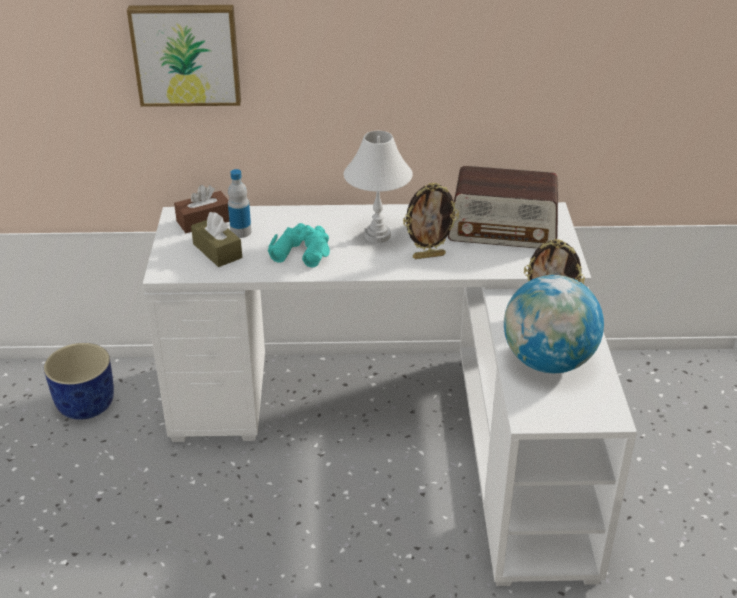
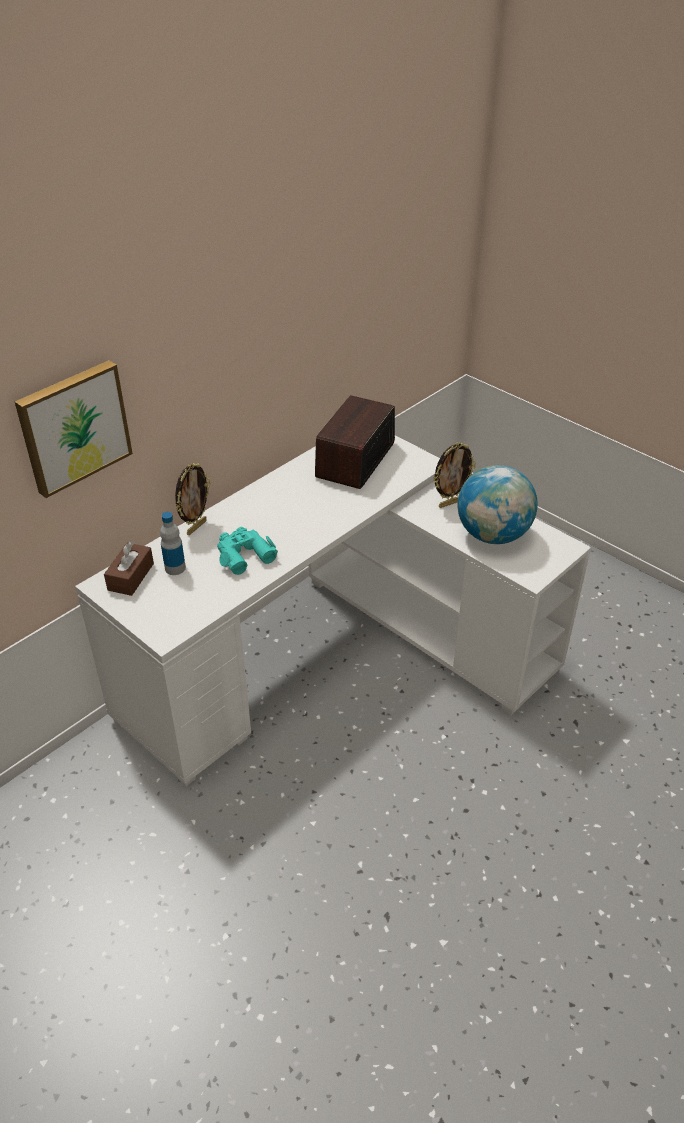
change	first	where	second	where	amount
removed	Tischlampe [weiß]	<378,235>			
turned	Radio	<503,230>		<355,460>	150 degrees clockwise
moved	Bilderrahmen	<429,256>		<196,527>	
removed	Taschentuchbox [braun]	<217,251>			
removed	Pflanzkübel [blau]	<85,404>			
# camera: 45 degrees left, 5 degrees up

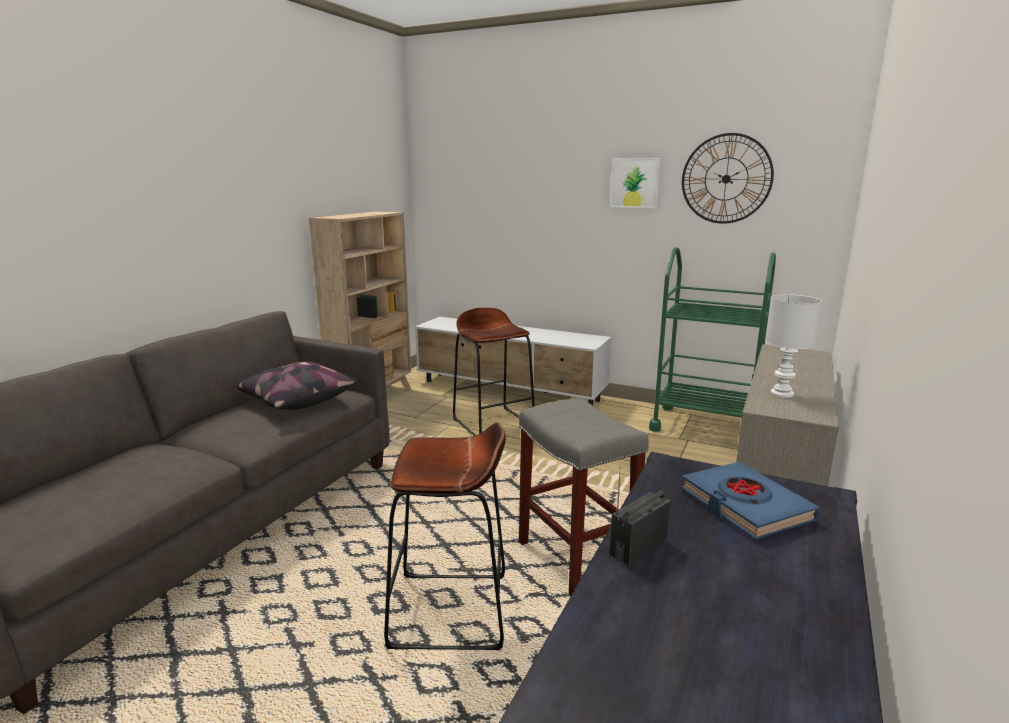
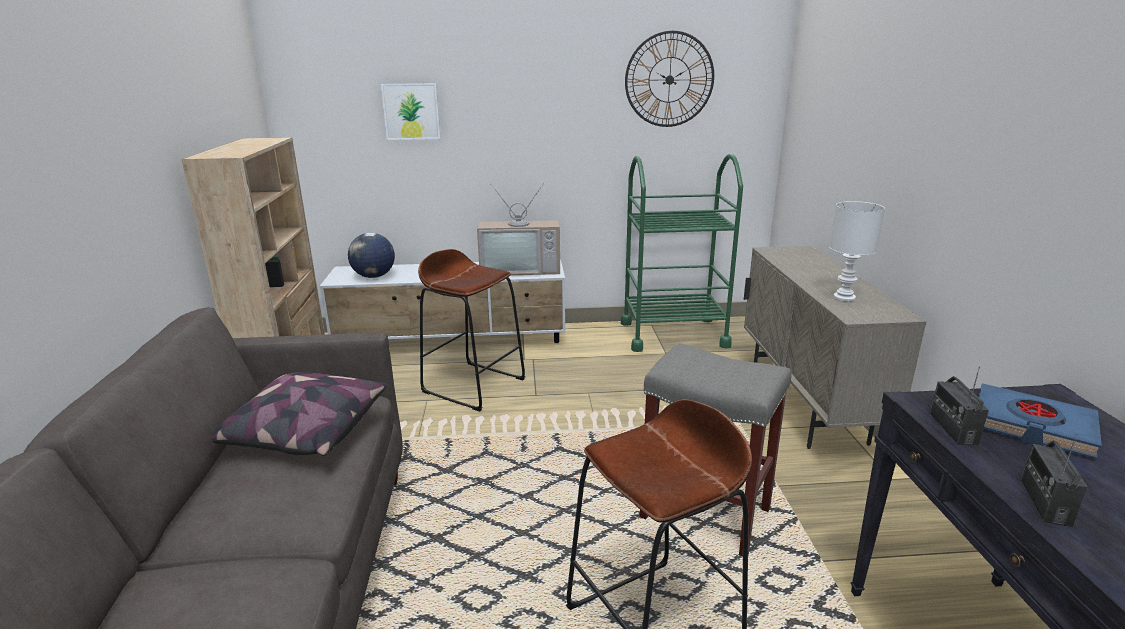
change	first	where	second	where	amount
moved	Bild	<635,183>		<411,111>	
added			Fernseher	<521,269>	
added			Globus	<373,276>	
added			Radio	<952,429>	
# camera: 30 degrees left, 5 degrees up

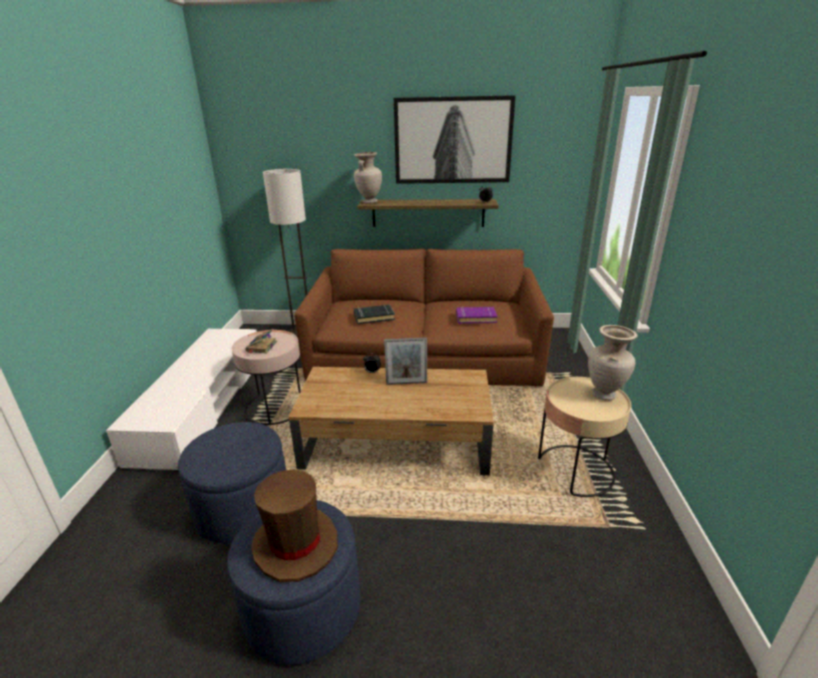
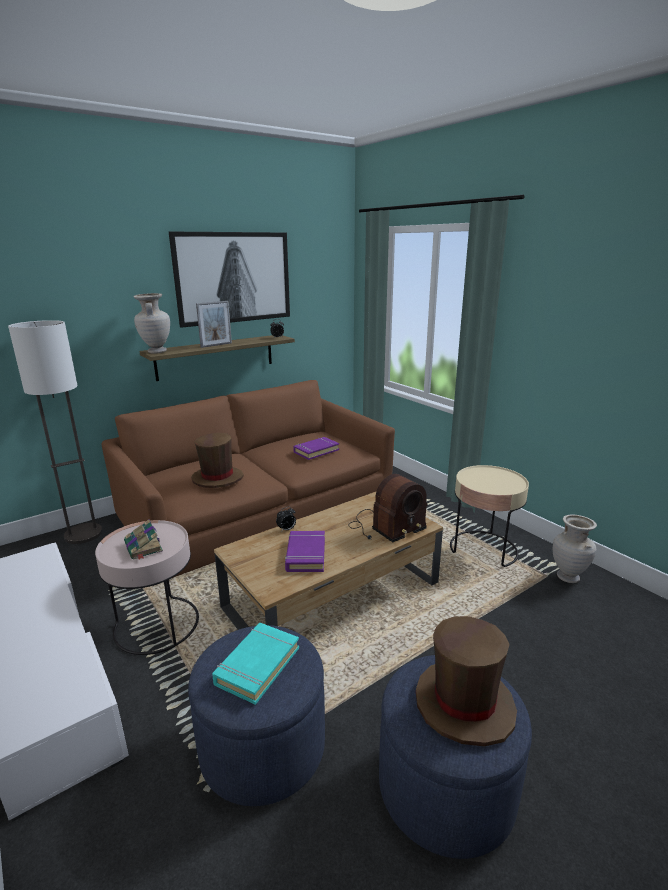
change	first	where	second	where	amount
replaced	Buch [schwarz]	<374,317>	Hut [braun]	<217,478>	
moved	Vase [beige]	<604,395>		<568,577>	
moved	Bilderrahmen	<406,383>		<216,345>	
added			Radio	<385,527>	
added			Buch [lila]	<305,555>	
added			Buch [türkis]	<257,665>	
# camera: 40 degrees left, 5 degrees down

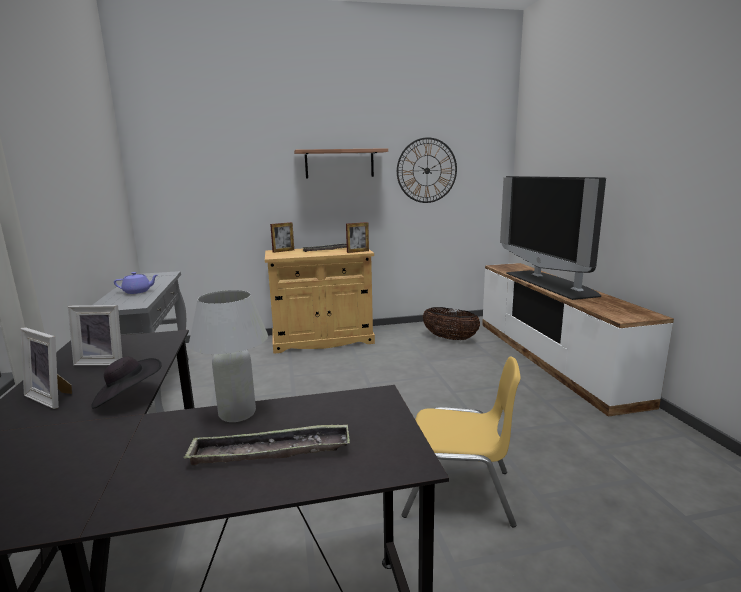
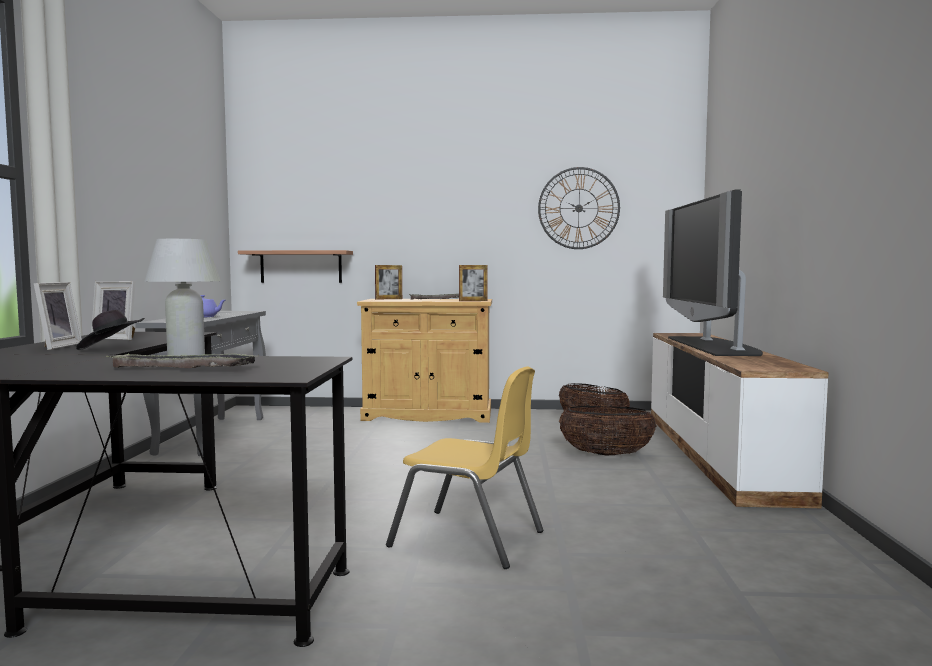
change	first	where	second	where	amount
moved	Wandregal	<339,164>		<301,266>	
turned	Bilderrahmen	<53,397>		<55,346>	135 degrees counterclockwise
added			Korb	<606,454>	
# camera: 15 degrees right, 10 degrees down

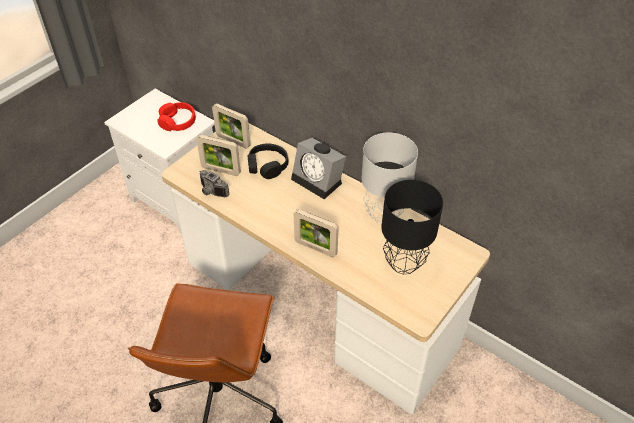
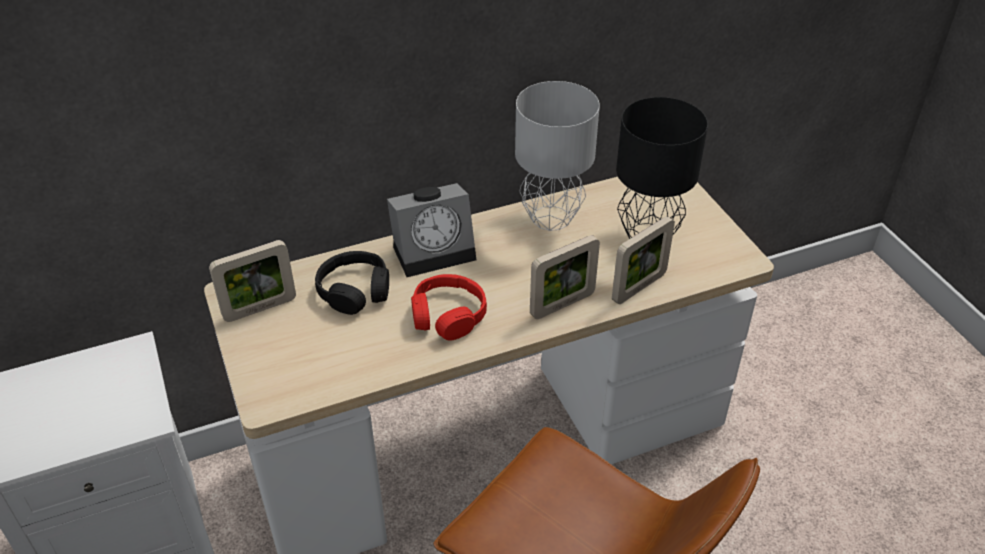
change	first	where	second	where	amount
moved	Kopfhörer [rot]	<177,122>		<448,315>	
moved	Bilderrahmen	<221,170>		<639,287>	
removed	Kamera	<211,192>			
# camera: 60 degrees left, 5 degrees down

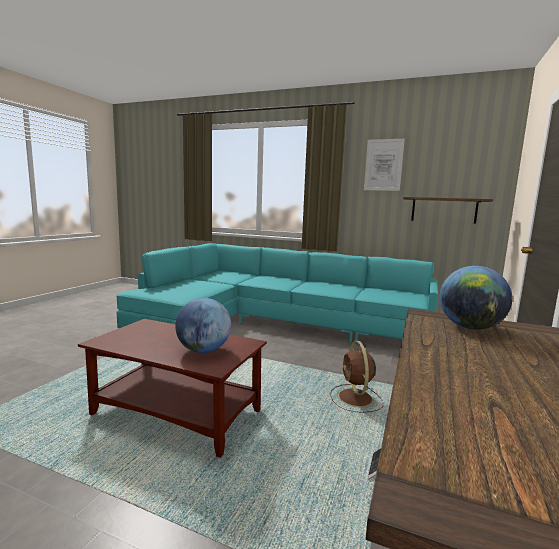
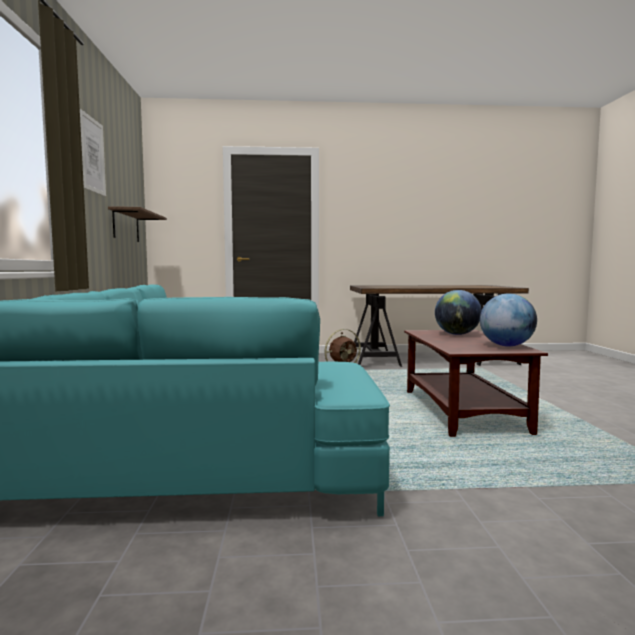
change	first	where	second	where	amount
moved	Globus	<470,327>		<506,346>	
# camera: 115 degrees left, 5 degrees down

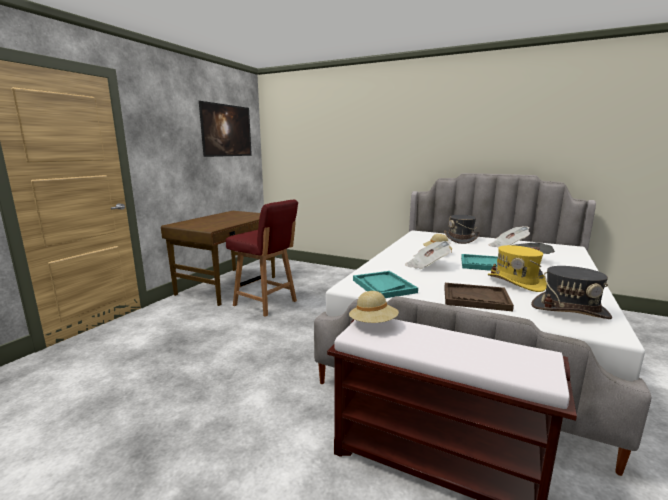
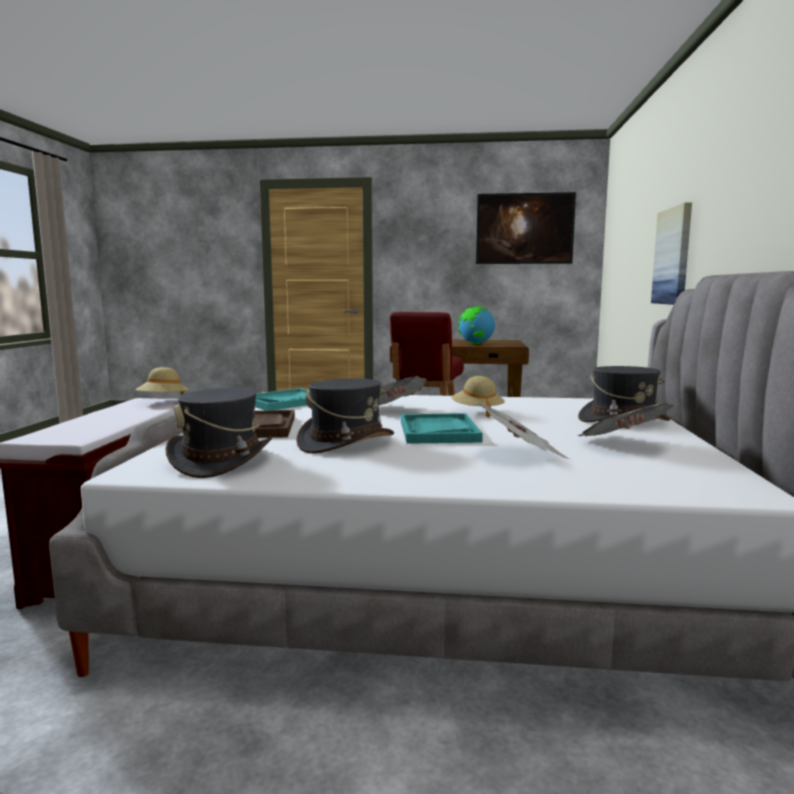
change	first	where	second	where	amount
recoloured	Hut [gelb]	<516,282>	Hut [grau]	<346,443>	
added			Bild	<673,256>	
added			Globus	<475,344>	
# camera: 70 degrees right, 5 degrees down

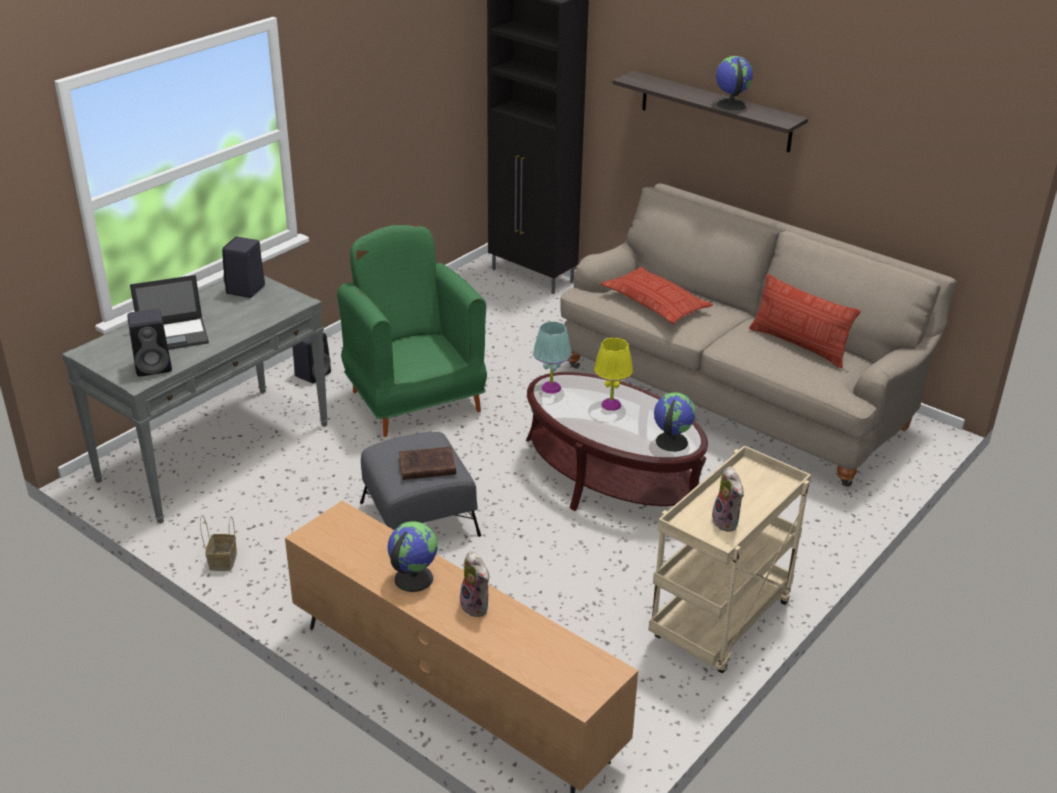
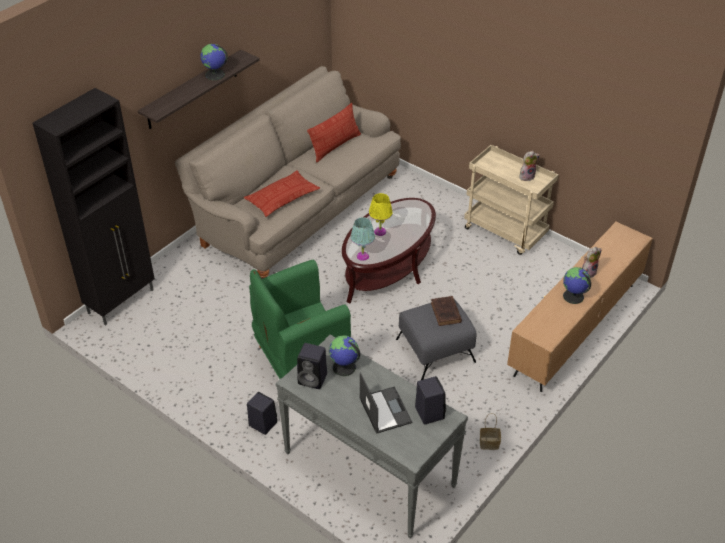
change	first	where	second	where	amount
moved	Globus	<671,442>		<344,367>	
# camera: 90 degrees left, 10 degrees up

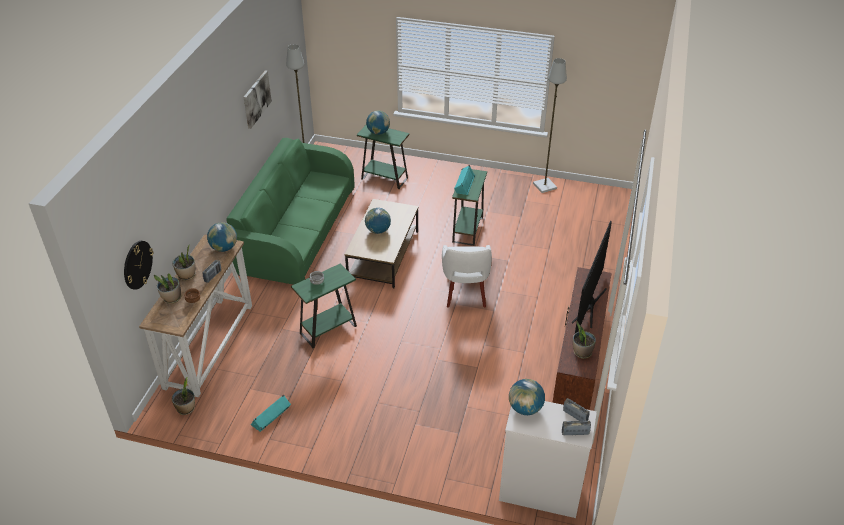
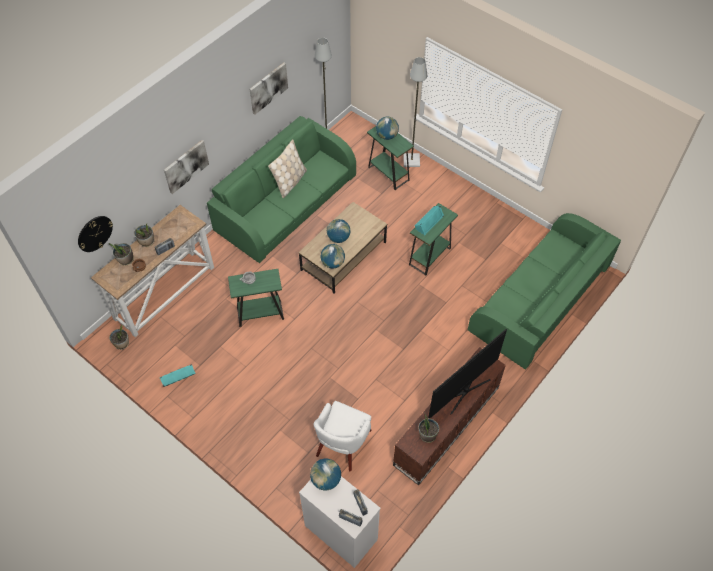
change	first	where	second	where	amount
moved	Stehlampe [grau]	<545,186>		<412,161>	
moved	Globus	<224,248>		<333,263>	
moved	Sessel [weiß]	<465,291>		<342,444>	
added			Kissen [beige]	<290,182>	
added			Bild	<186,166>	
added			Sofa [grün]	<540,301>	
# camera: 25 degrees right, 15 degrees up

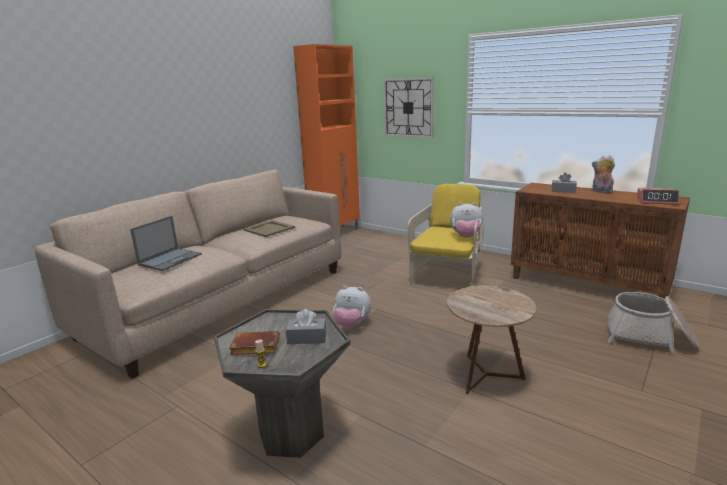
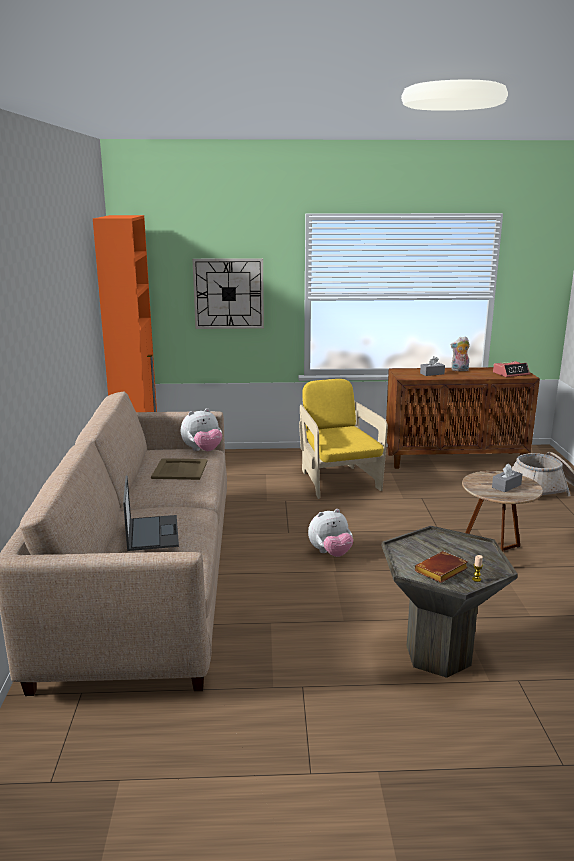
change	first	where	second	where	amount
moved	Plüschtier	<466,237>		<203,451>	
moved	Taschentuchbox [grau]	<307,338>		<506,486>	
# camera: 40 degrees left, 0 degrees up

